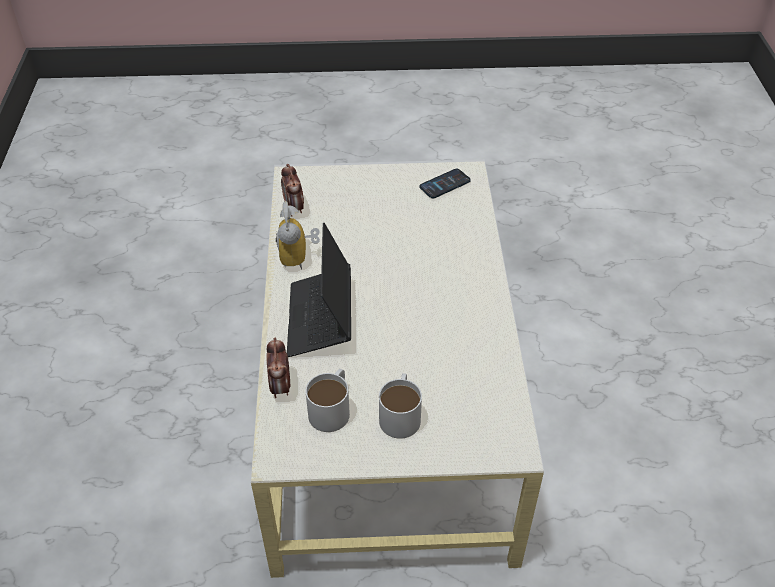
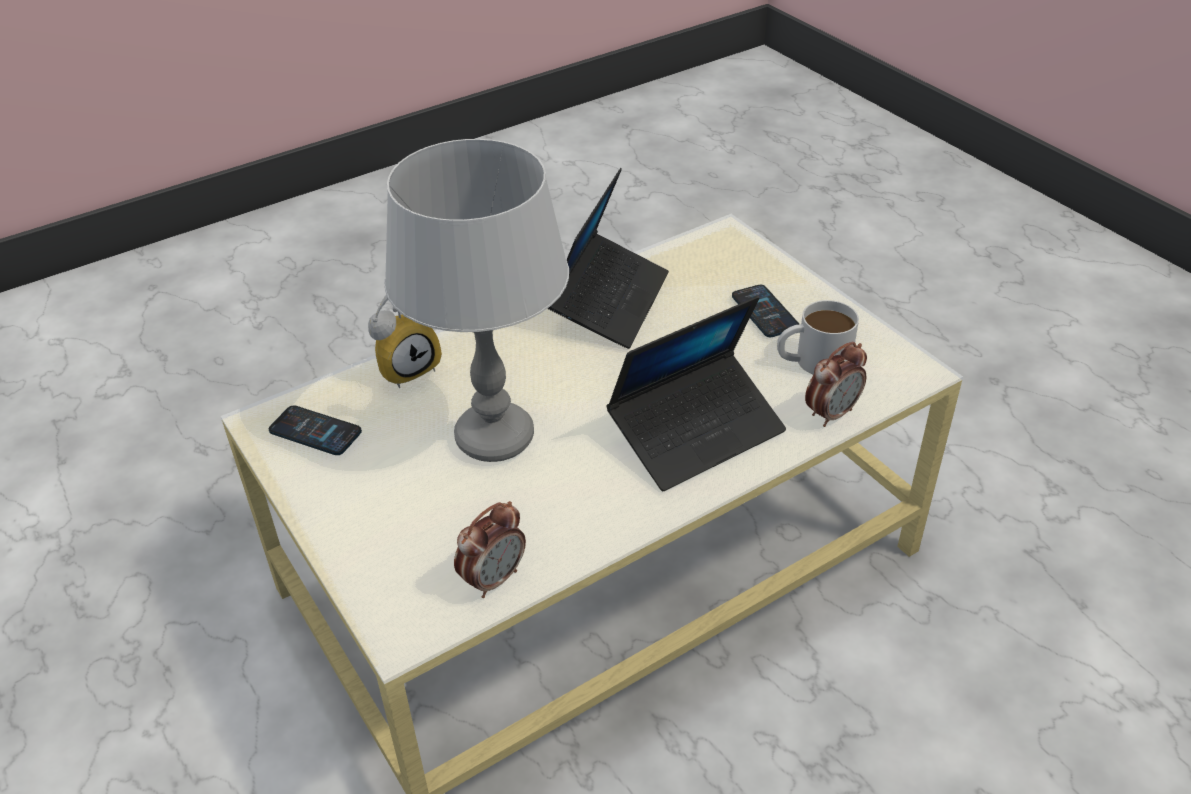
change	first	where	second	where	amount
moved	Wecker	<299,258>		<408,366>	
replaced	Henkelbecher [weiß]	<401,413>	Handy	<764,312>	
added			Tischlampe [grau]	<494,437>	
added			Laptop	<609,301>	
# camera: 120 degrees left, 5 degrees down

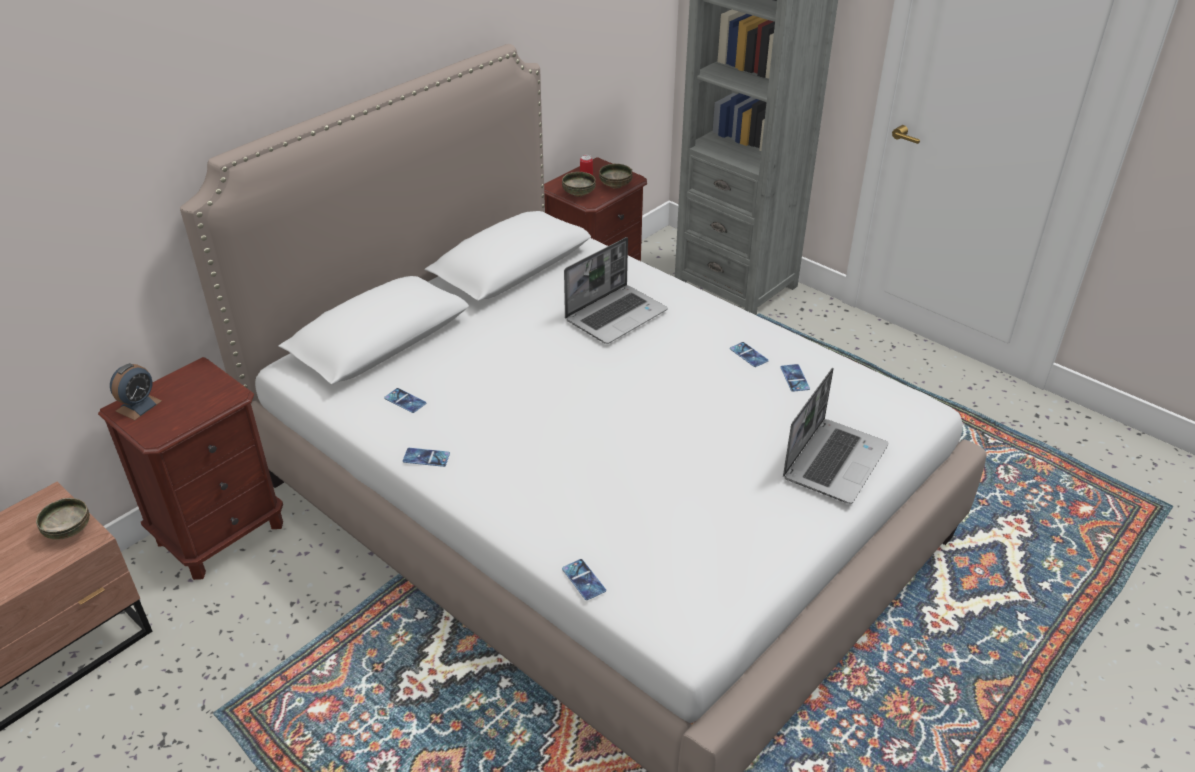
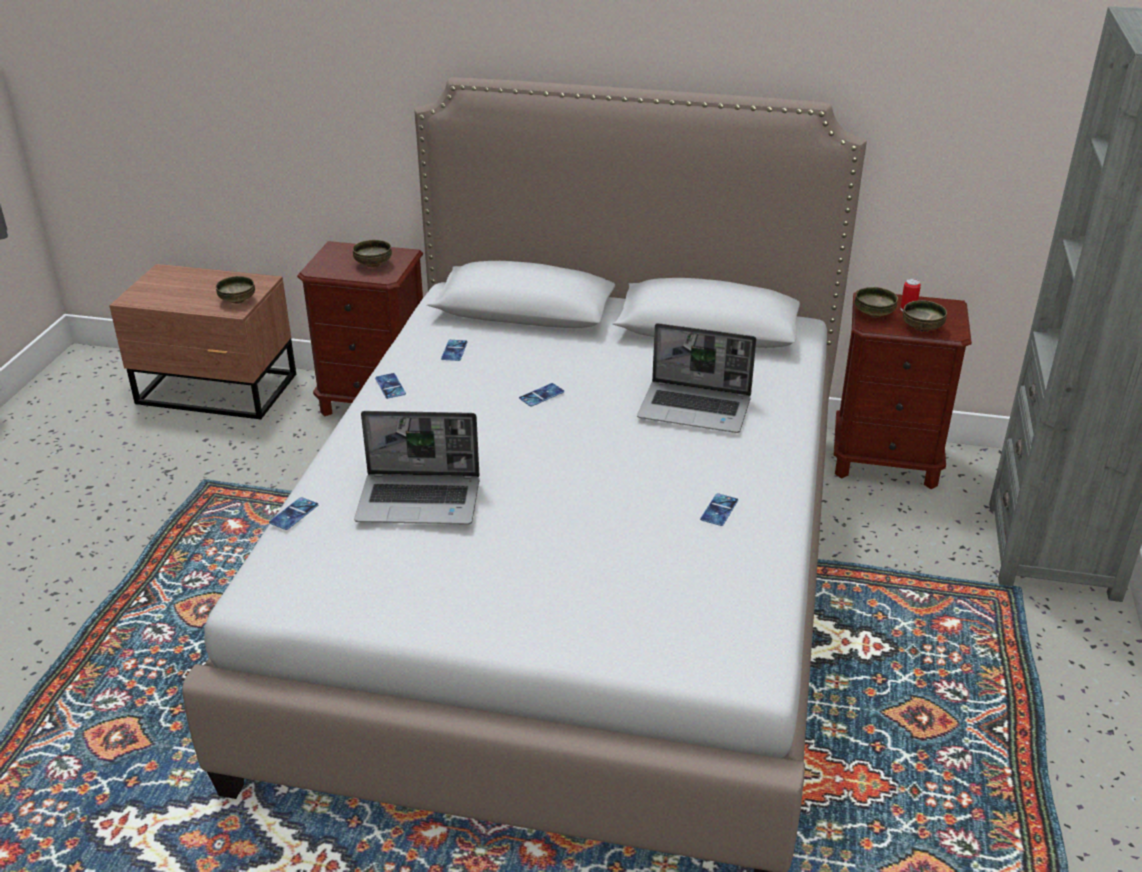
change	first	where	second	where	amount
removed	Wecker	<139,406>			
moved	Handy	<794,378>		<541,395>	
moved	Laptop	<834,461>		<420,500>	
added			Schüssel	<373,265>	
# camera: 60 degrees right, 5 degrees down

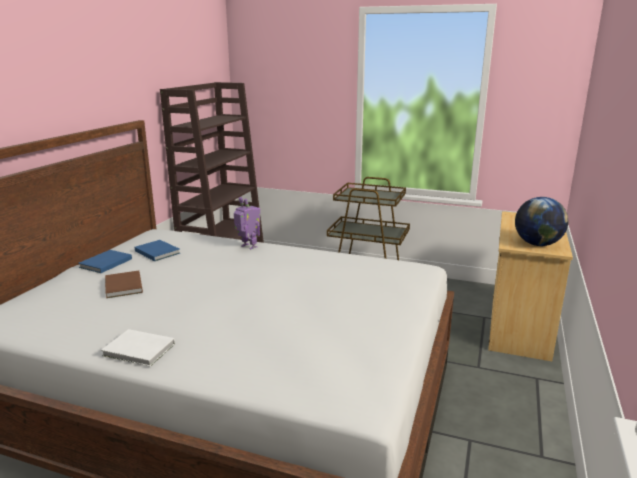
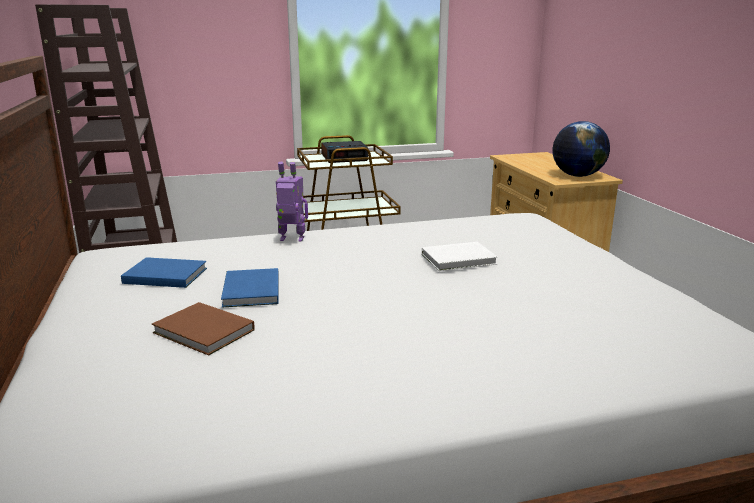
change	first	where	second	where	amount
moved	Buch [blau]	<104,263>		<250,291>	
moved	Buch [weiß]	<139,351>		<460,259>	
added			Wecker	<344,157>	
# camera: 35 degrees left, 0 degrees up

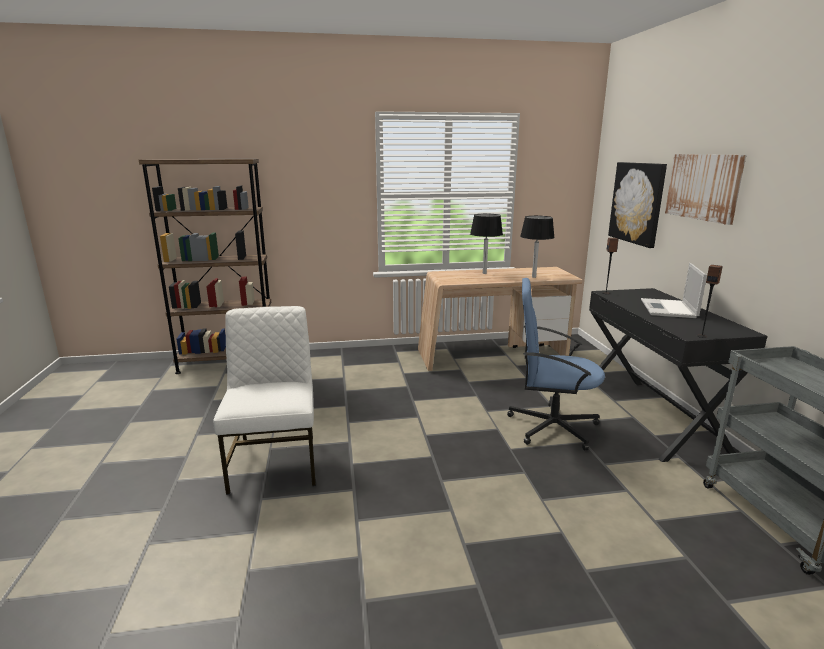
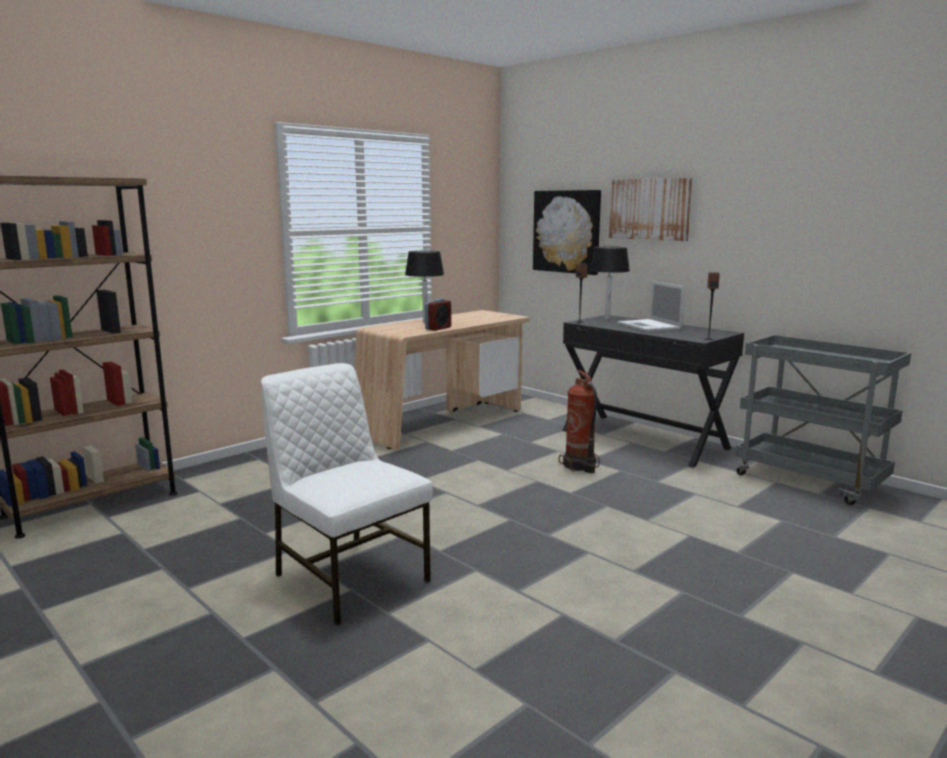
change	first	where	second	where	amount
moved	Tischlampe [schwarz]	<534,277>		<607,319>	
replaced	Bürostuhl [blau]	<551,426>	Feuerlöscher	<579,466>	
added			Wecker	<438,328>	
# camera: 35 degrees left, 5 degrees down

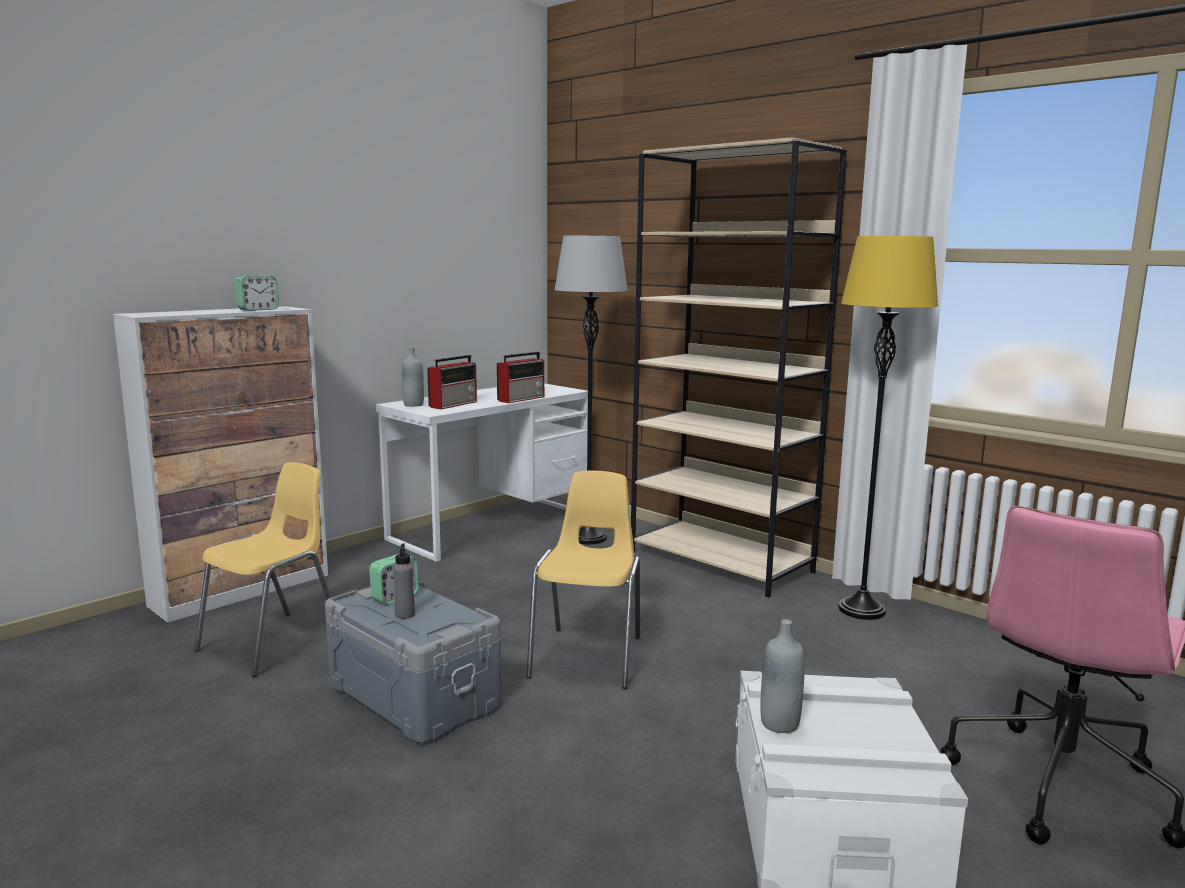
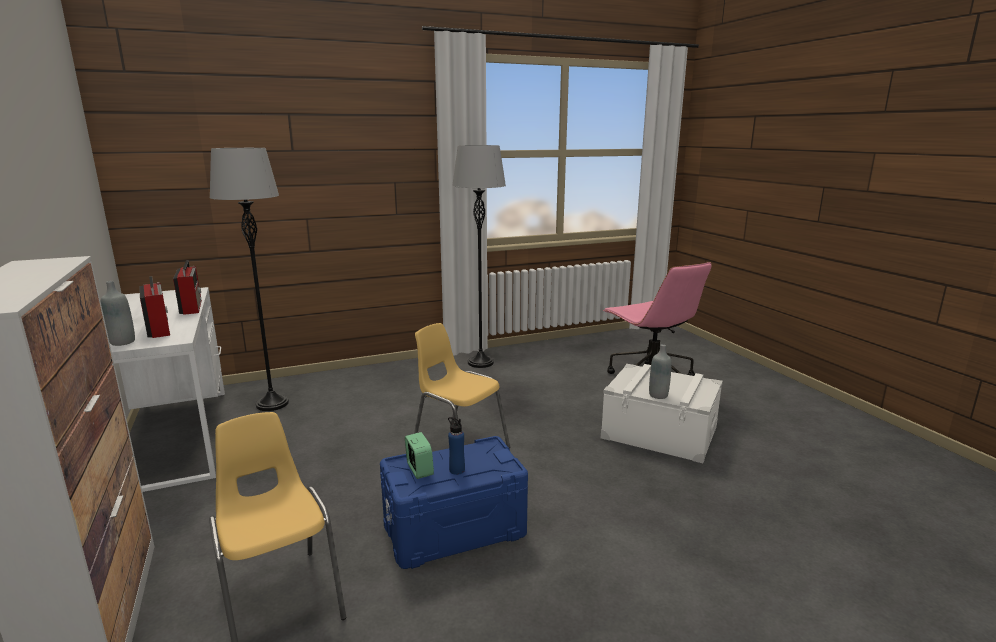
change	first	where	second	where	amount
removed	Bücherregal [beige]	<721,562>			
recoloured	Stehlampe [gelb]	<861,610>	Stehlampe [grau]	<480,362>	
removed	Wecker	<258,309>			
recoloured	Flasche [grau]	<405,614>	Flasche [blau]	<457,470>	
recoloured	Aufbewahrungsbox [grau]	<415,695>	Aufbewahrungsbox [blau]	<453,528>	
# camera: 65 degrees left, 5 degrees up

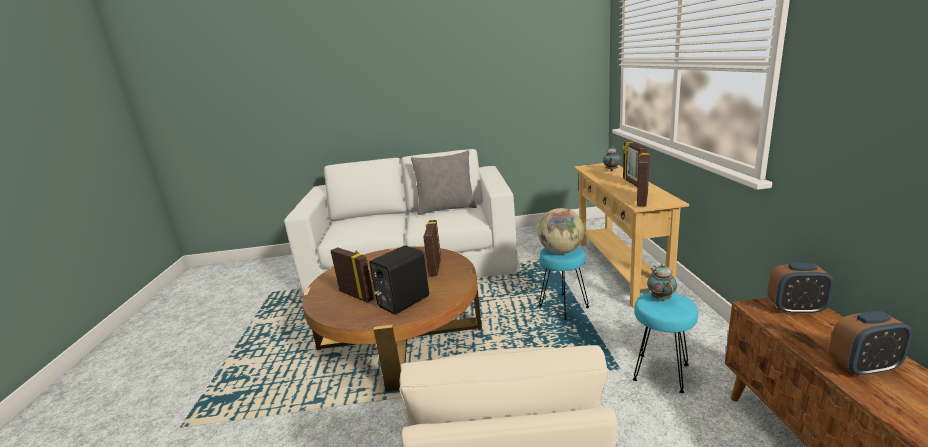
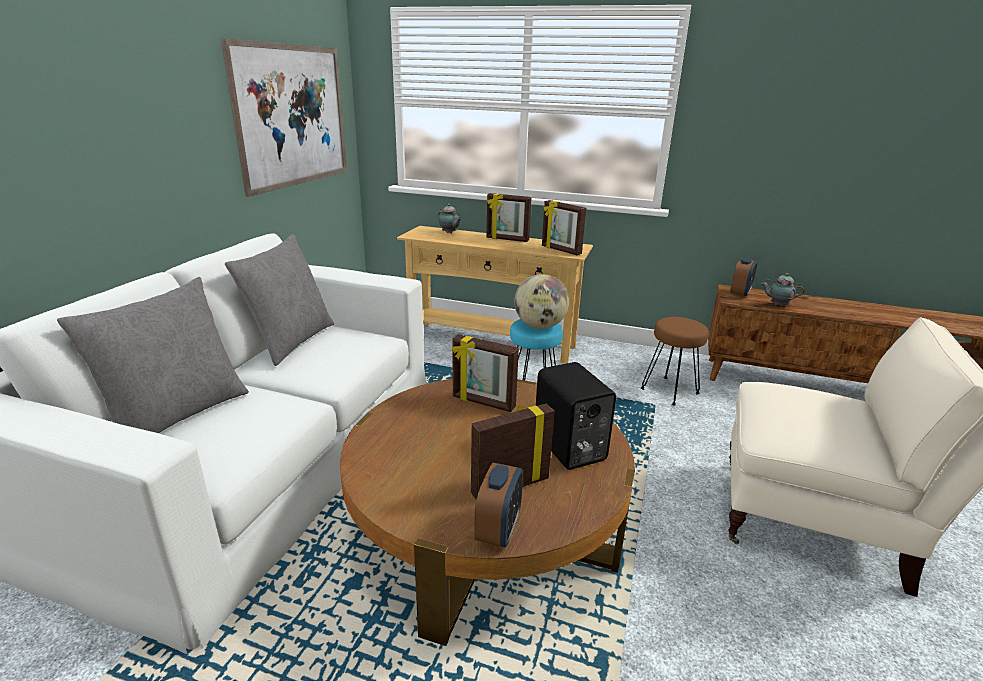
change	first	where	second	where	amount
moved	Teekanne	<660,298>		<777,305>	
recoloured	Hocker [türkis]	<661,373>	Hocker [braun]	<670,391>	
moved	Wecker	<863,367>		<498,530>	
added			Bild	<293,116>	
added			Kissen [grau]	<177,414>	
# camera: 70 degrees left, 5 degrees up

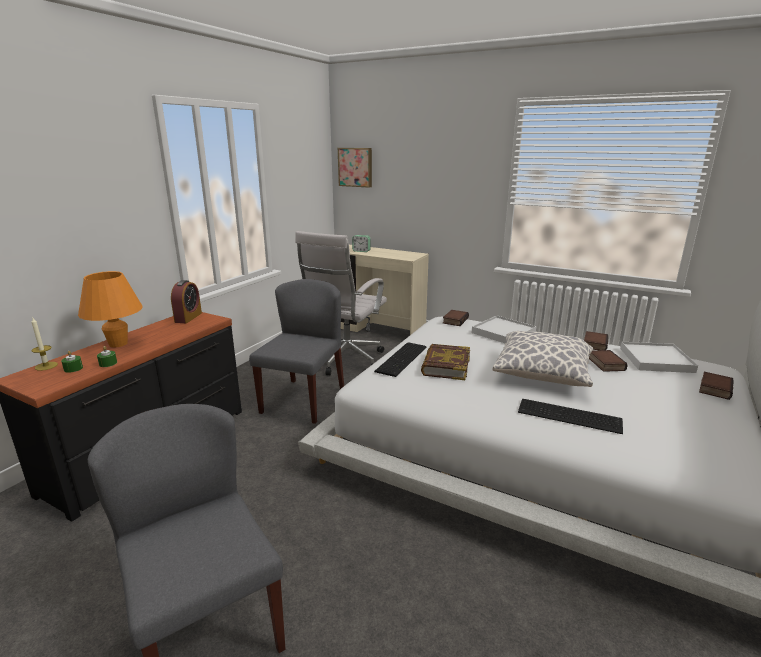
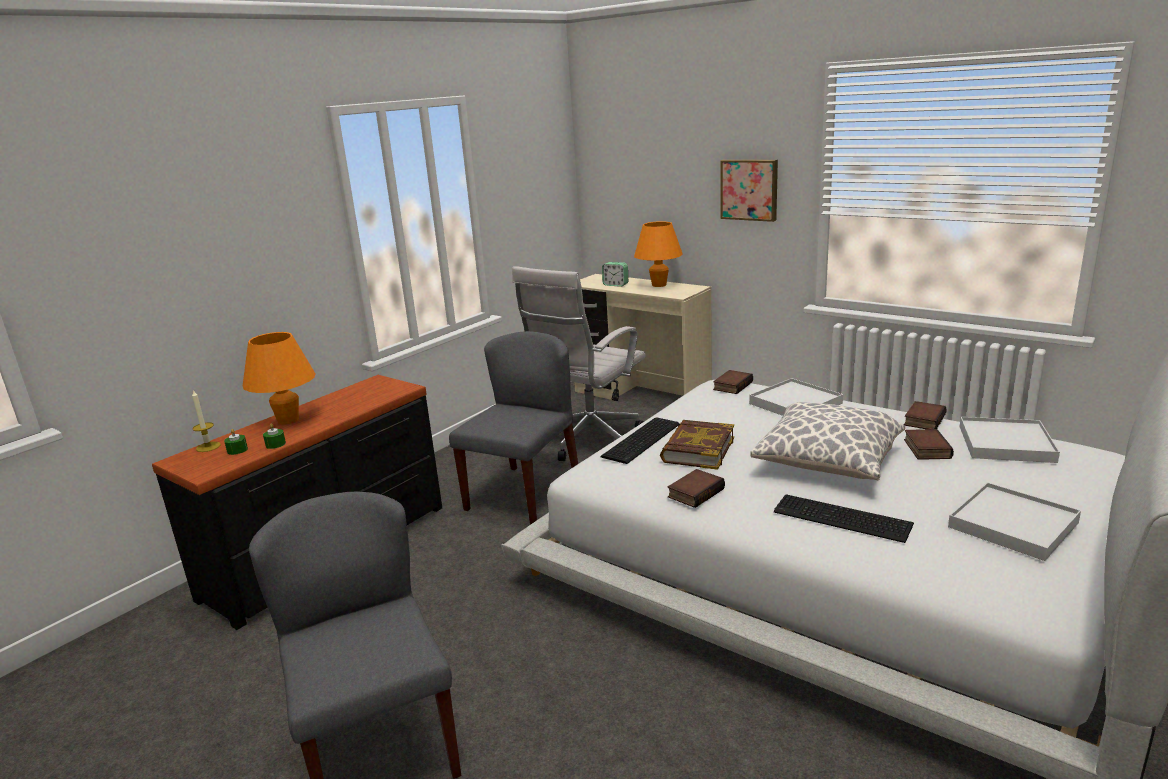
change	first	where	second	where	amount
moved	Bild	<355,167>		<749,189>	
removed	Wecker	<188,317>			
moved	Buch	<714,388>		<695,492>	
added			Tischlampe [orange]	<659,285>	
added			Tablett [weiß]	<1012,524>	
# camera: 10 degrees right, 0 degrees up

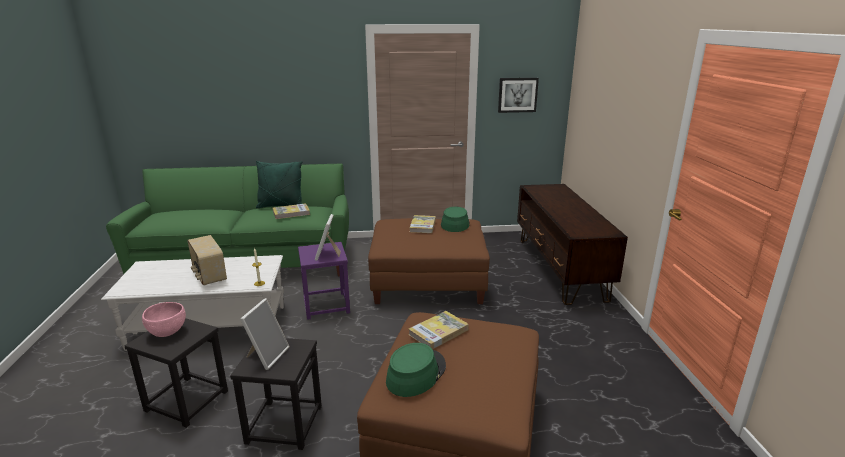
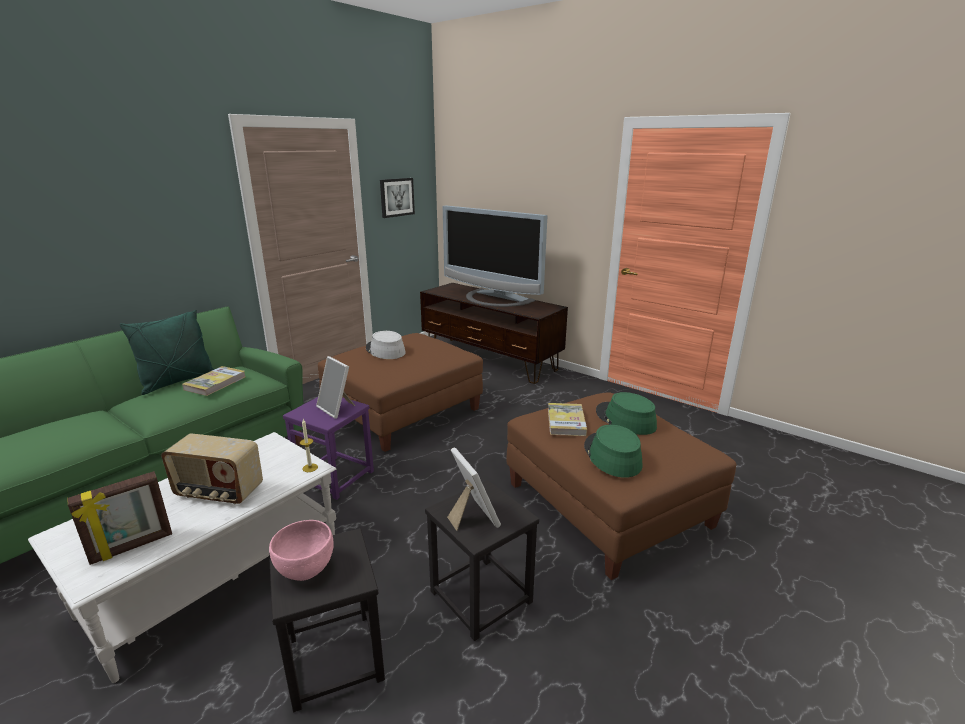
change	first	where	second	where	amount
moved	Hut [grün]	<455,223>		<625,419>	
replaced	Buch	<422,226>	Hut [grau]	<385,350>	
added			Fernseher	<494,299>	
added			Bilderrahmen	<132,547>	
# camera: 45 degrees left, 0 degrees up

